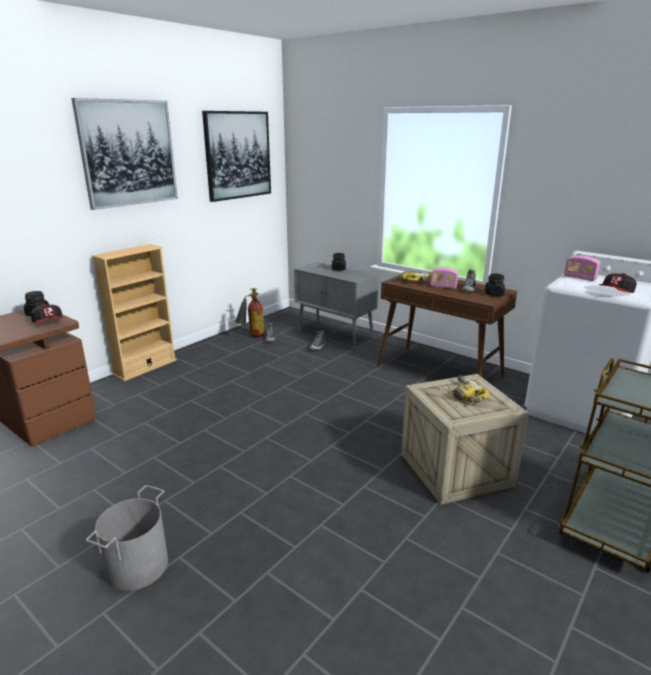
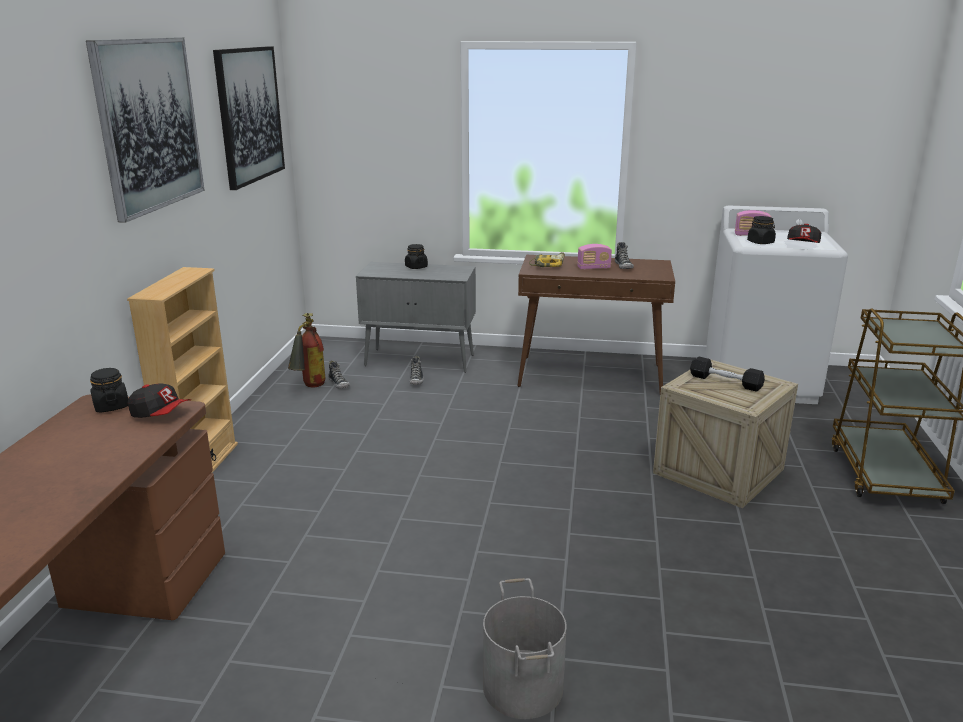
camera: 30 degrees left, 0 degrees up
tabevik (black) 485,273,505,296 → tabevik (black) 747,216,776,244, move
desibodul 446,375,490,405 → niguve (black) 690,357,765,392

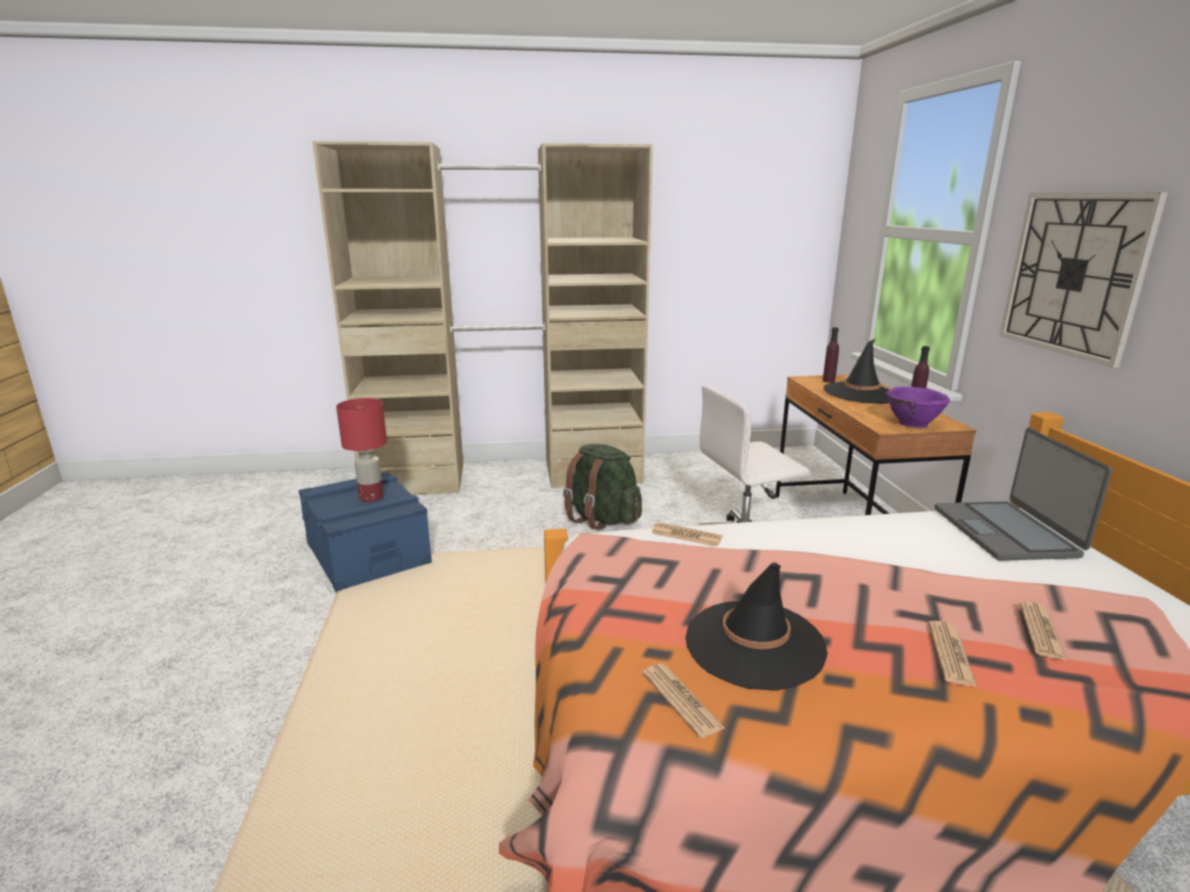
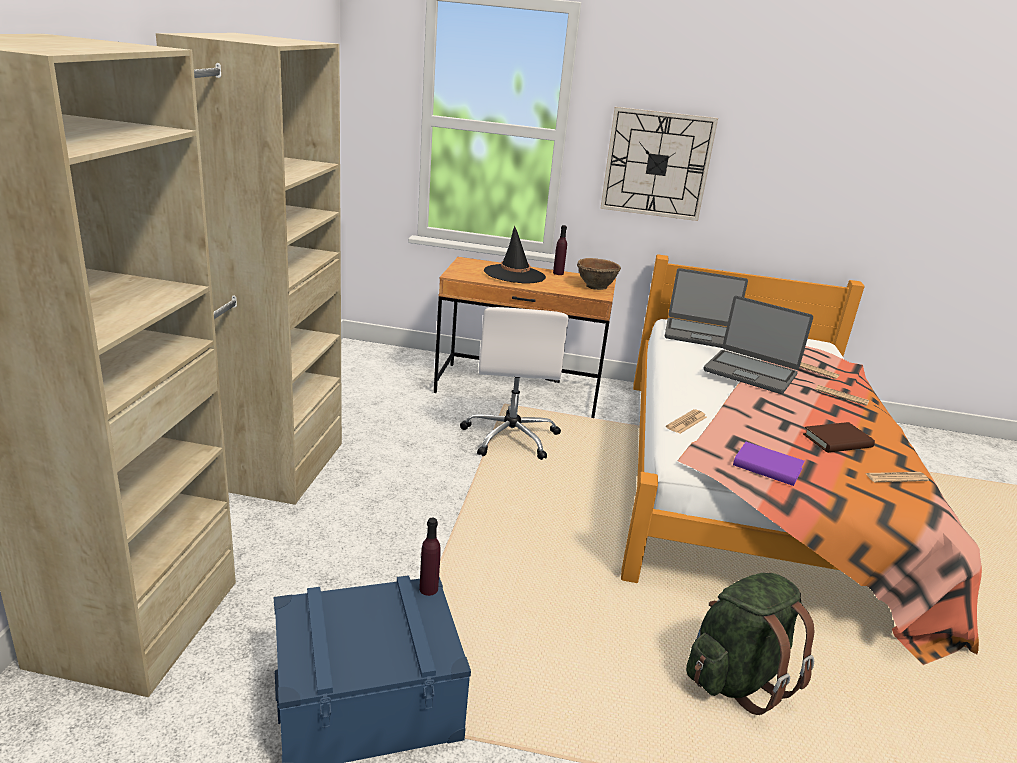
camera: 75 degrees left, 5 degrees up
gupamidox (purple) 823,327,839,383 → gupamidox (purple) 419,518,441,596, move
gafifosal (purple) 886,387,950,428 → gafifosal (brown) 577,258,621,290
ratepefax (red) 336,398,387,502 → -
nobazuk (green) 563,444,642,530 → nobazuk (green) 686,573,815,715, move
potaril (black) 685,563,828,690 → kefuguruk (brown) 803,422,875,453
- → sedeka 703,296,813,394
- → kefuguruk (purple) 733,442,805,486

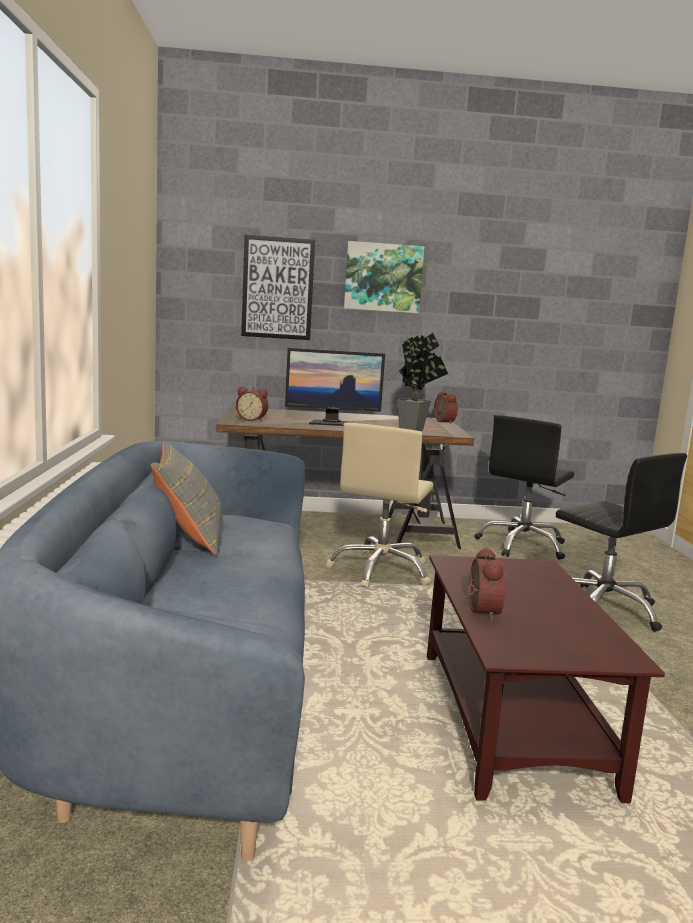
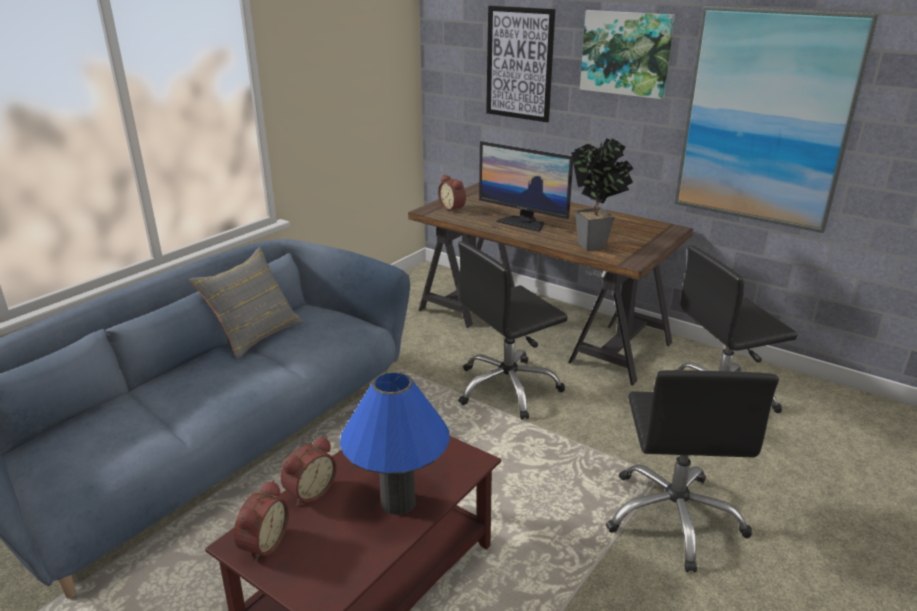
camera: 40 degrees right, 15 degrees up
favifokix 434,391,458,423 → favifokix 234,480,289,562, move
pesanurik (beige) 326,423,434,588 → pesanurik (black) 458,241,568,420
- → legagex 674,5,880,233
- → ratepefax (blue) 340,372,450,515

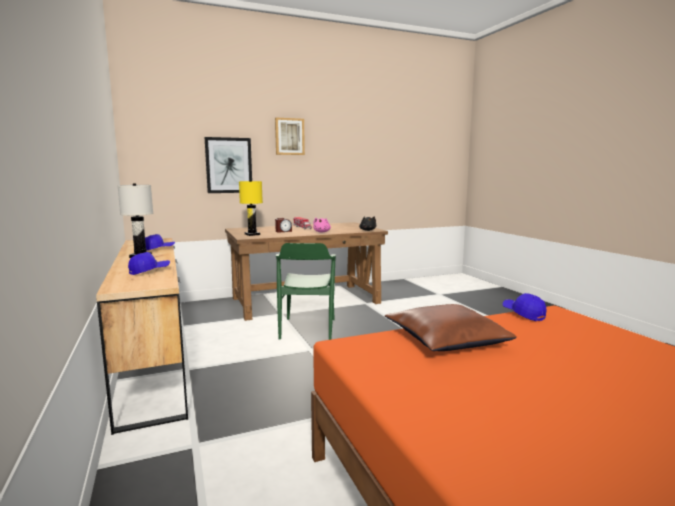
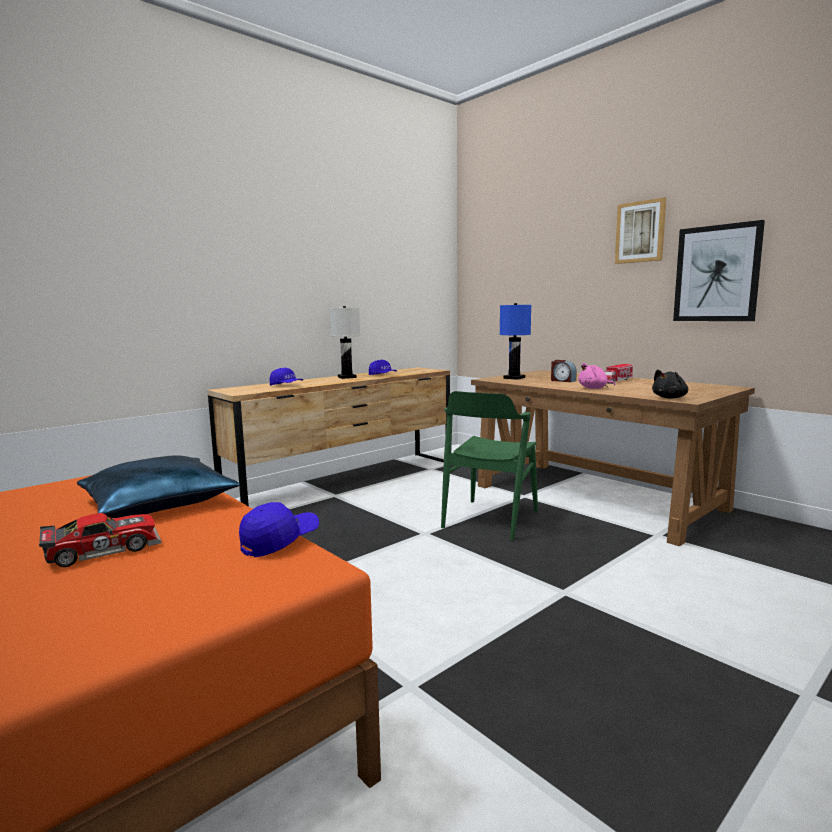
camera: 70 degrees right, 0 degrees up
legagex 205,137,252,193 → legagex 673,220,765,321, move
ratepefax (yellow) 239,180,263,236 → ratepefax (blue) 499,303,531,380
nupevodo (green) 276,243,336,340 → nupevodo (green) 441,391,538,541, 45 degrees counterclockwise
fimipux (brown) 385,304,517,351 → fimipux (blue) 77,455,240,518
- → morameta 39,513,162,567

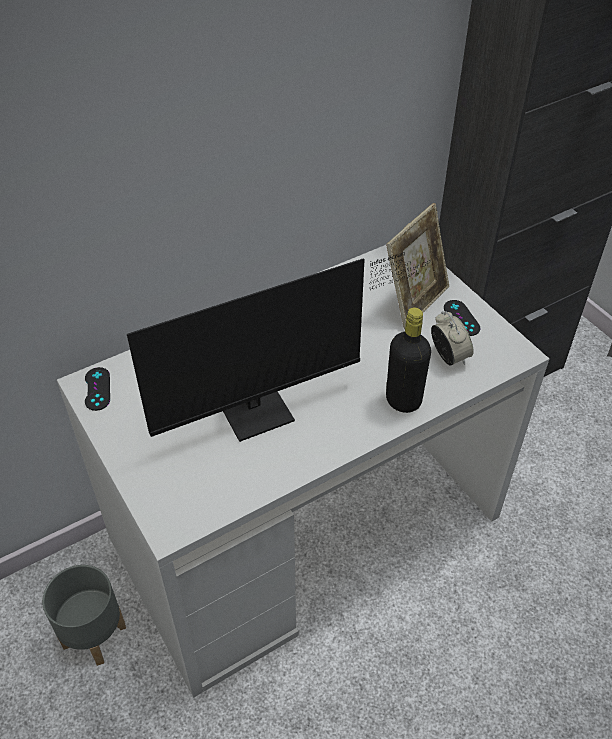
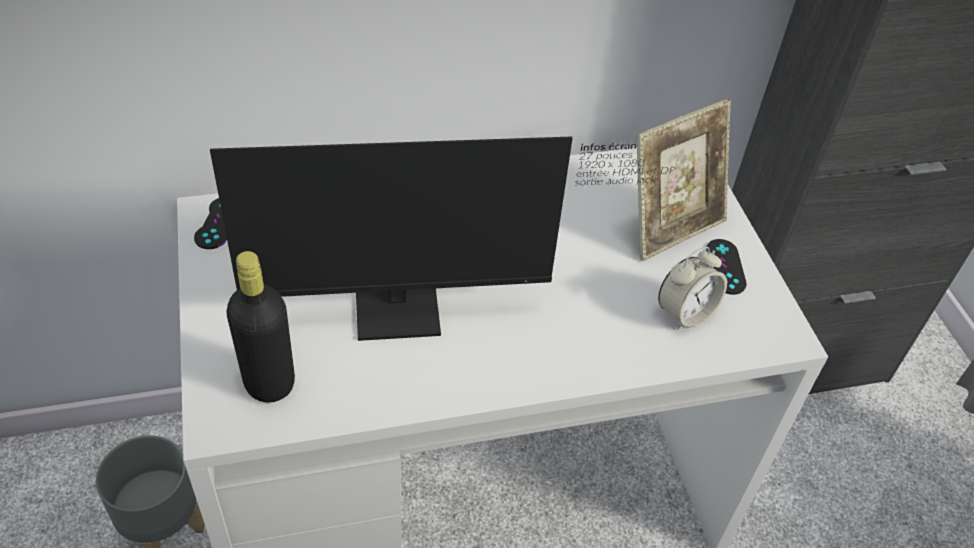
camera: 15 degrees right, 0 degrees up
gupamidox (black) 386,307,431,413 → gupamidox (black) 227,251,295,403, move
favifokix 431,311,474,366 → favifokix 658,247,727,330, 60 degrees clockwise

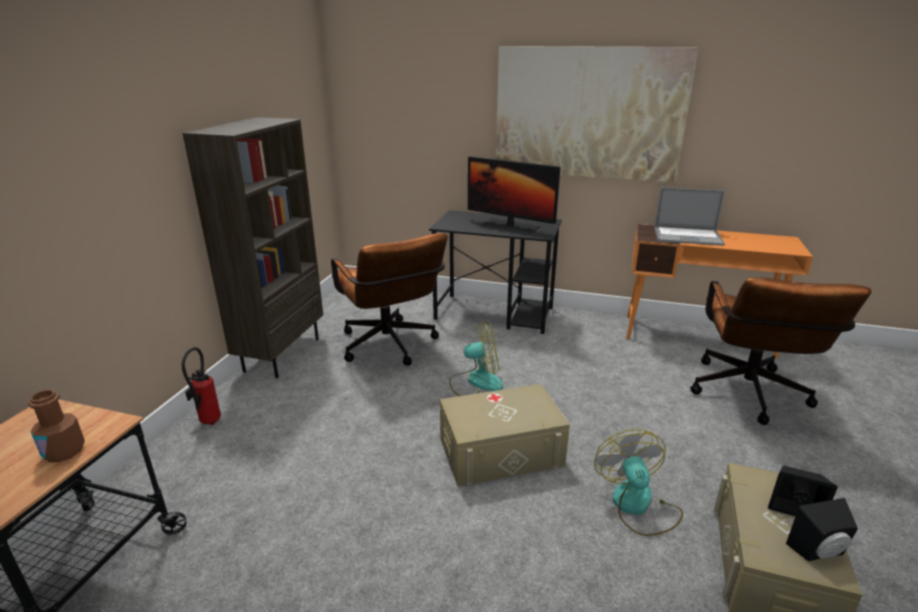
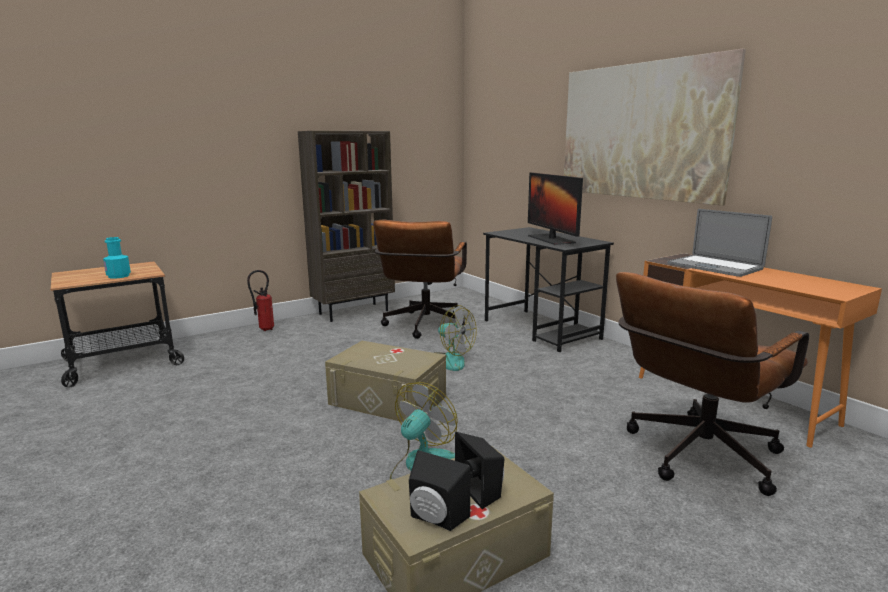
camera: 40 degrees right, 10 degrees down
gupamidox (brown) 28,390,85,462 → gupamidox (turquoise) 103,237,131,279

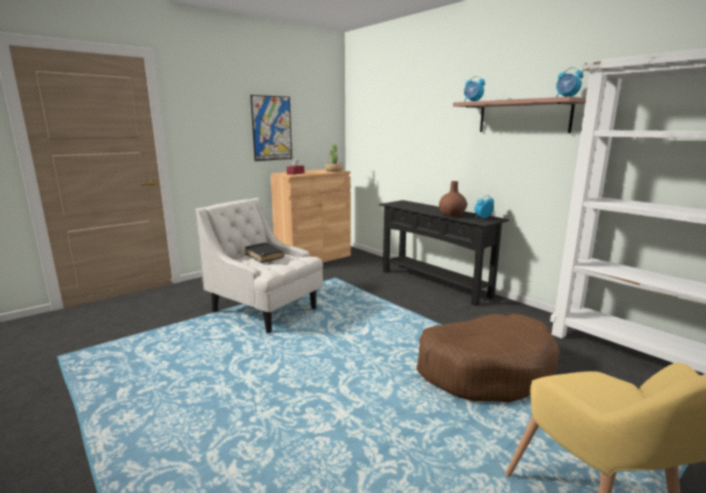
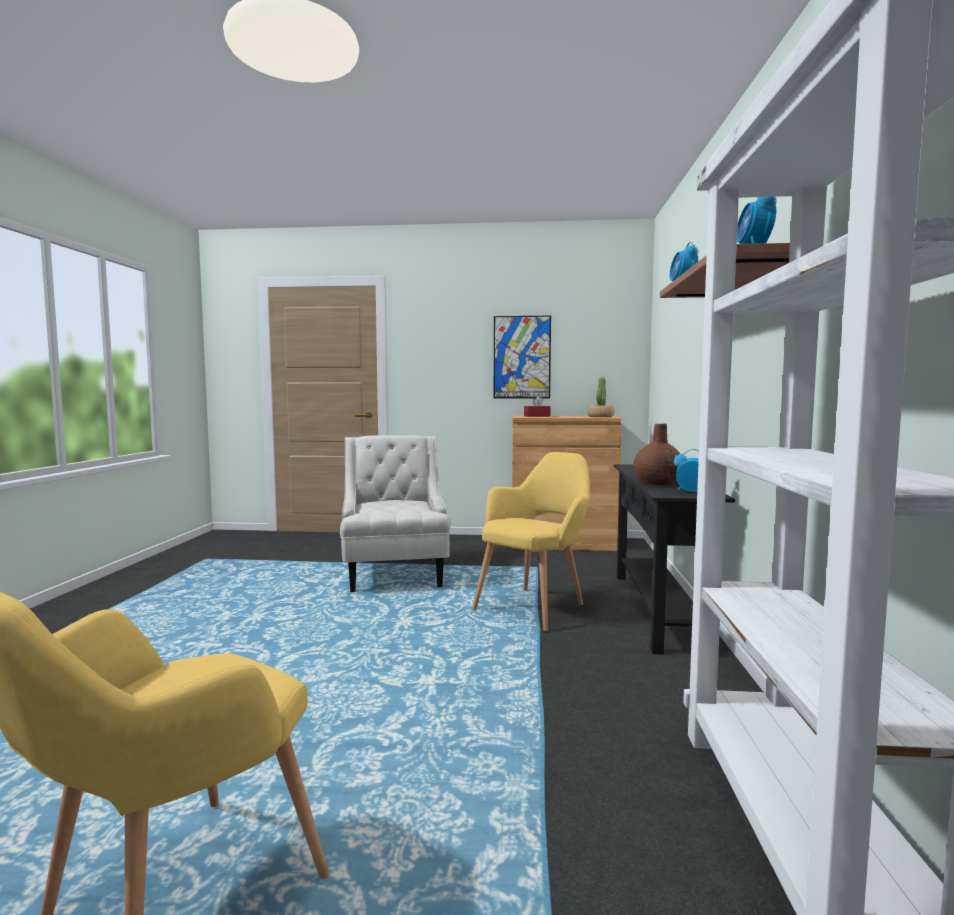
camera: 45 degrees right, 10 degrees down
kefuguruk (black) 245,243,284,263 → -
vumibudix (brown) 416,314,560,402 → -
- → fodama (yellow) 472,452,590,632

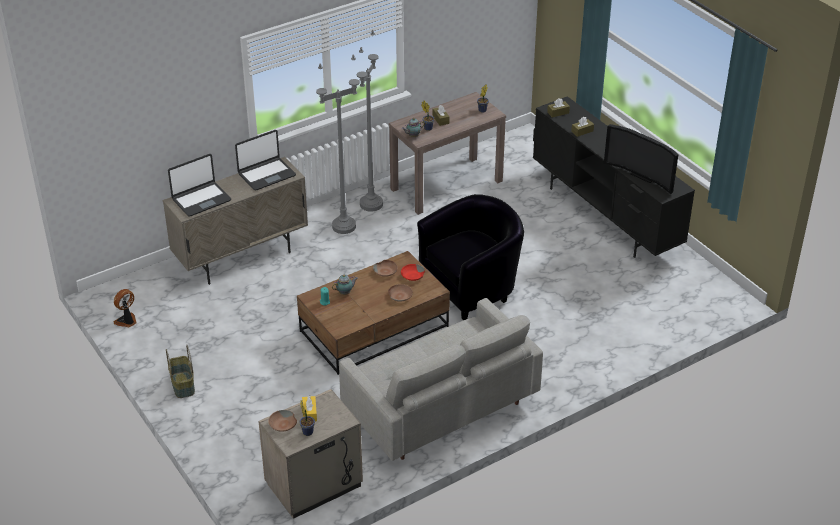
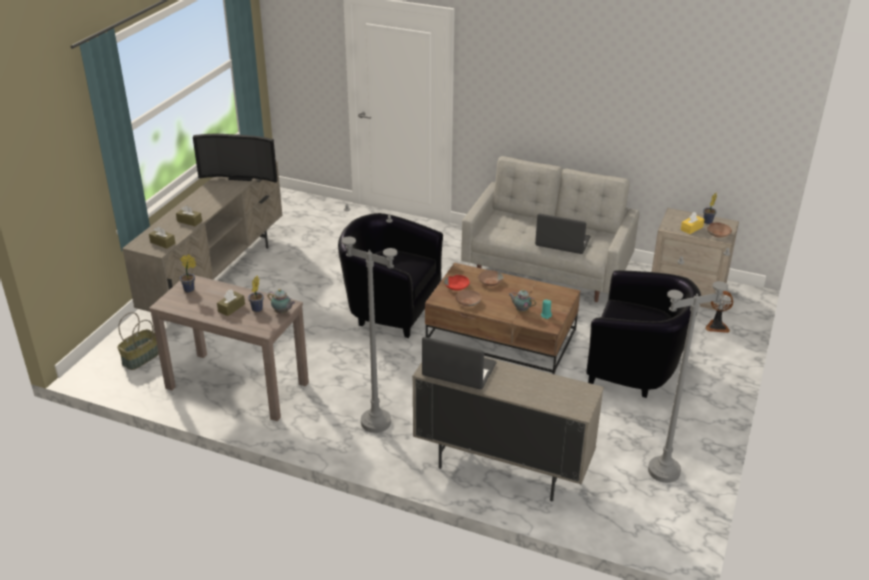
camera: 125 degrees left, 5 degrees down
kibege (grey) 357,30,383,212 → kibege (grey) 648,248,730,483, move
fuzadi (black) 533,96,695,258 → fuzadi (beige) 122,161,283,312
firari 604,124,678,194 → firari 193,133,277,183, 90 degrees clockwise
sedeka 168,154,231,217 → sedeka 535,214,591,254, move
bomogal 114,289,137,327 → bomogal 705,291,733,333, move
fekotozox 166,345,195,398 → fekotozox 117,312,159,370, move
- → fodama (black) 586,270,701,398

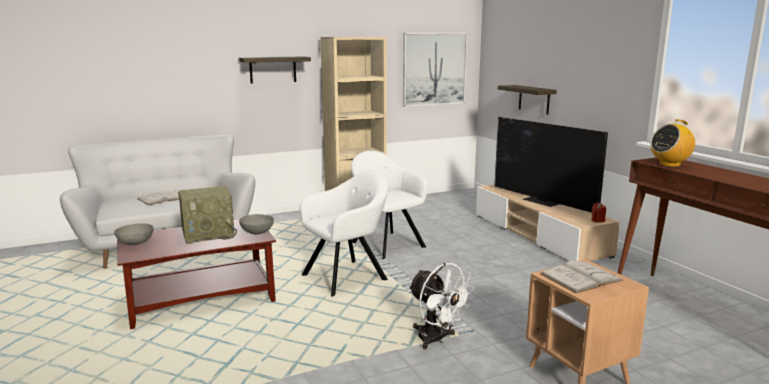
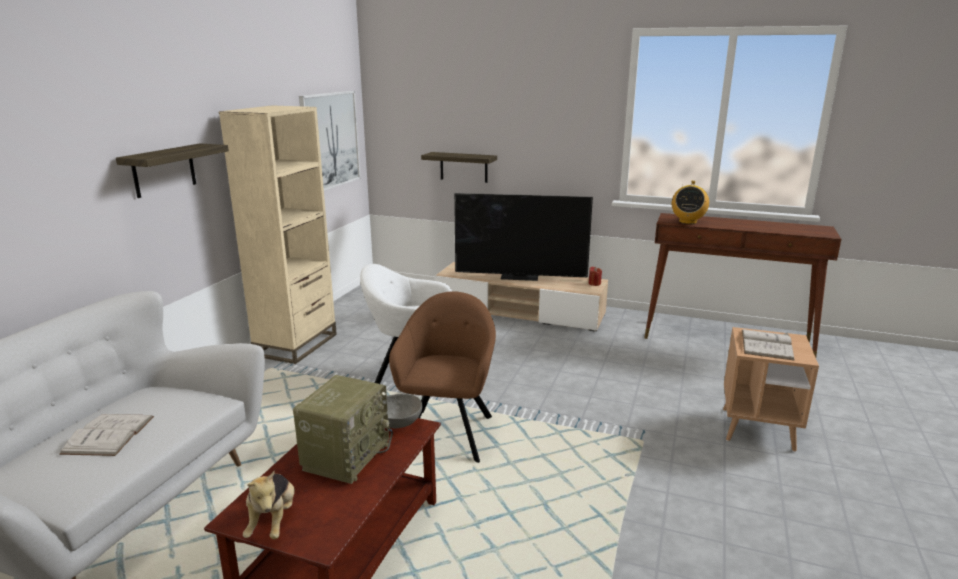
camera: 45 degrees left, 5 degrees up
fodama (white) 300,170,388,296 → fodama (brown) 389,291,496,463
gafifosal (grey) 114,223,154,245 → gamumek 243,471,295,539
bomogal (white) 408,263,475,349 → -

